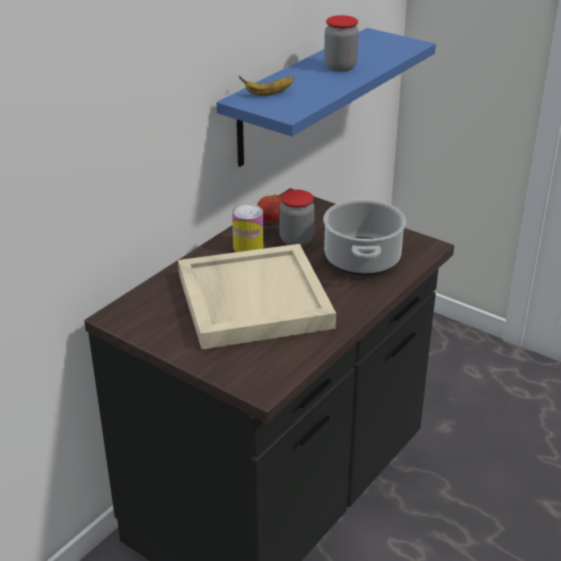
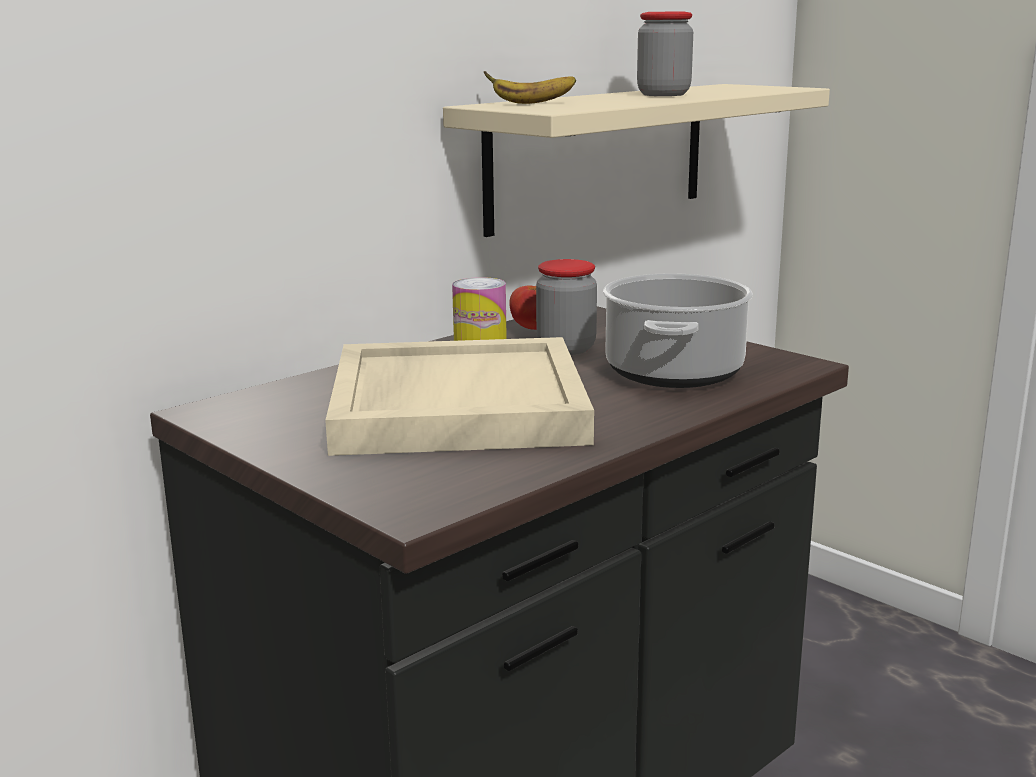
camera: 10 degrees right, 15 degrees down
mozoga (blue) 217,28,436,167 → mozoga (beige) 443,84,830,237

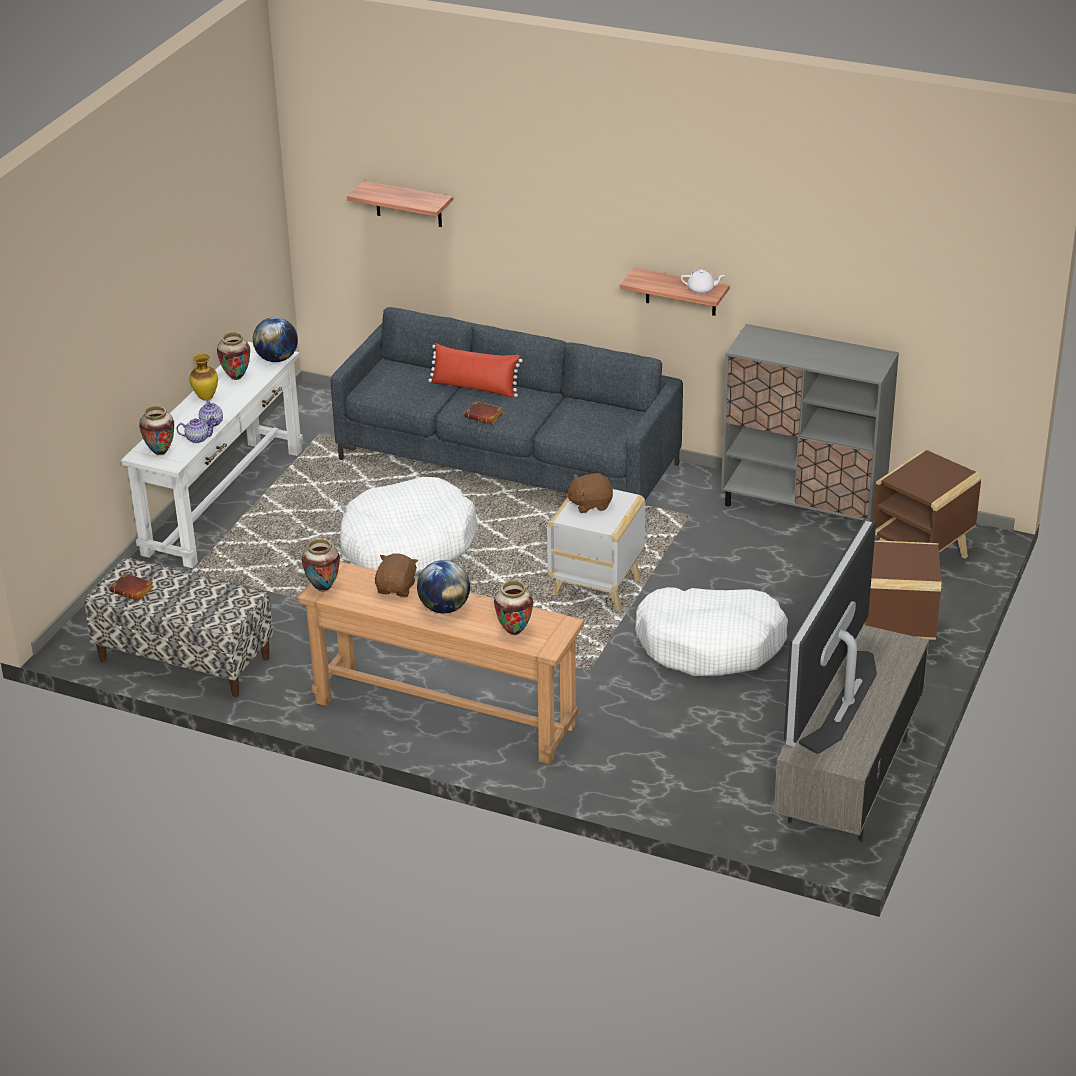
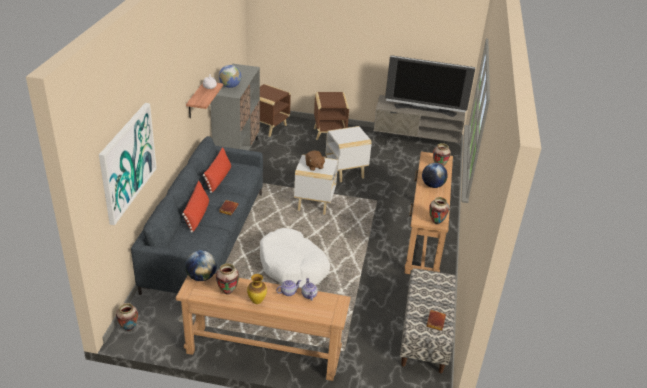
camera: 105 degrees left, 0 degrees up
mozoga 347,181,453,227 → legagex 99,103,157,225
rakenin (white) 121,341,303,568 → rakenin (brown) 176,273,351,381
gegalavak 139,406,174,455 → gegalavak 116,303,138,331, move
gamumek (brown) 375,553,418,597 → -
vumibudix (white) 635,587,788,676 → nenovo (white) 326,126,372,183
- → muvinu 219,65,242,88
- → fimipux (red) 203,147,231,193

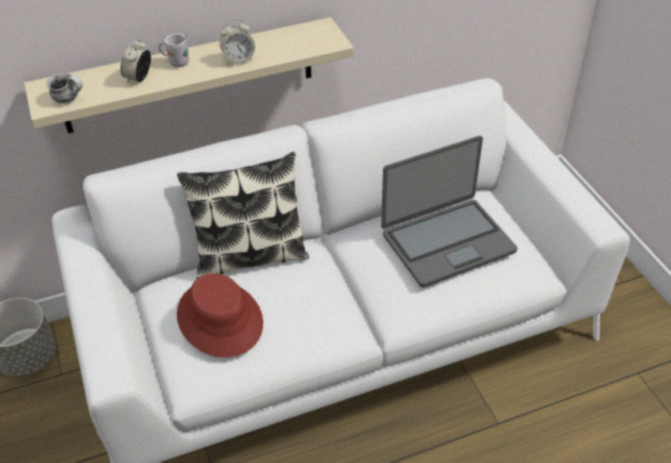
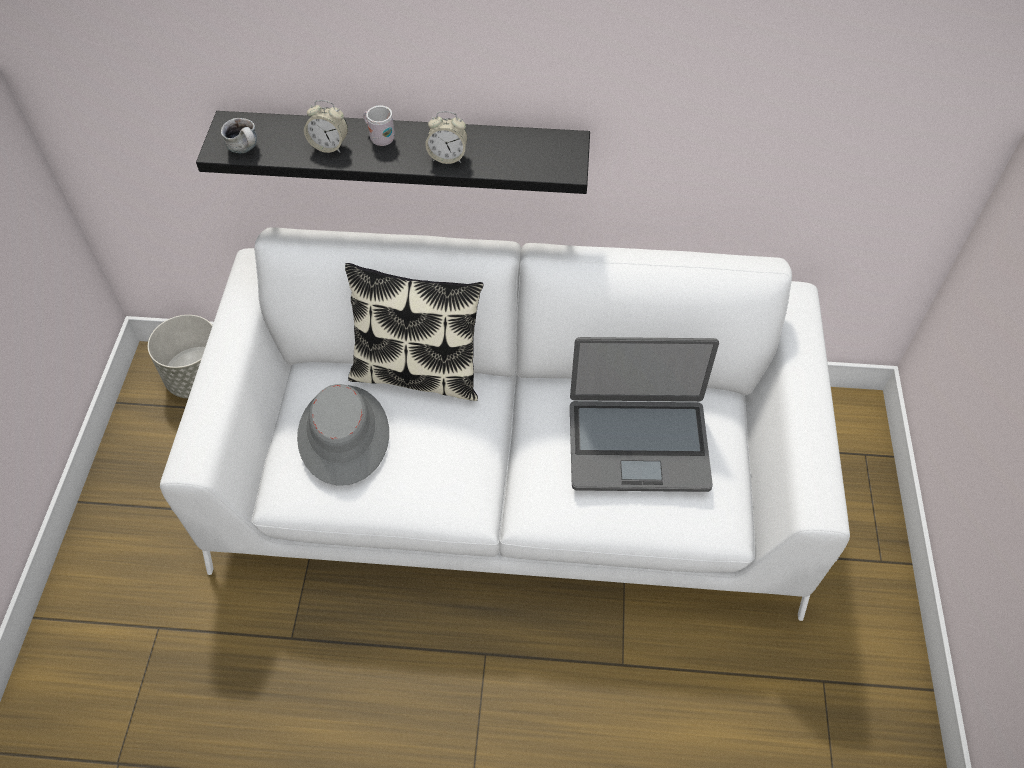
camera: 25 degrees right, 10 degrees up
mozoga (beige) 24,17,354,134 → mozoga (black) 196,111,590,194
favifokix 120,38,151,84 → favifokix 304,100,348,153, 120 degrees counterclockwise
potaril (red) 177,273,263,357 → potaril (grey) 297,384,389,485

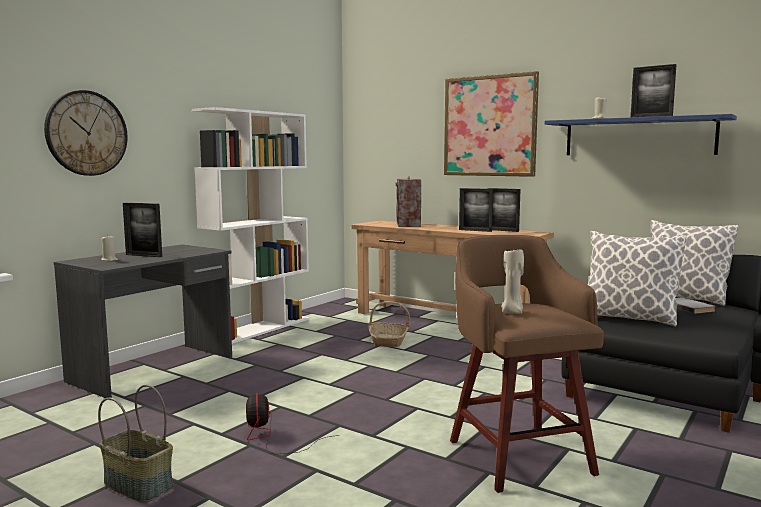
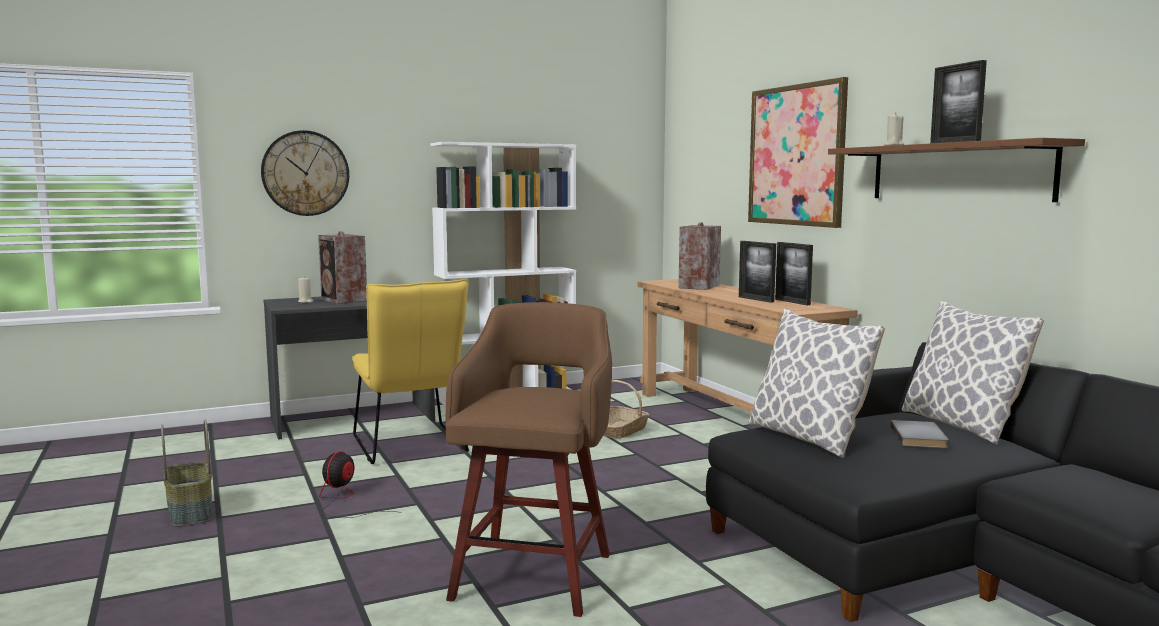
camera: 30 degrees right, 0 degrees up
mozoga (blue) 545,114,737,155 → mozoga (brown) 828,138,1085,202
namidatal 123,203,162,257 → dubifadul 318,231,367,304
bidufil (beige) 501,249,524,314 → -
- → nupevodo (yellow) 352,279,469,464

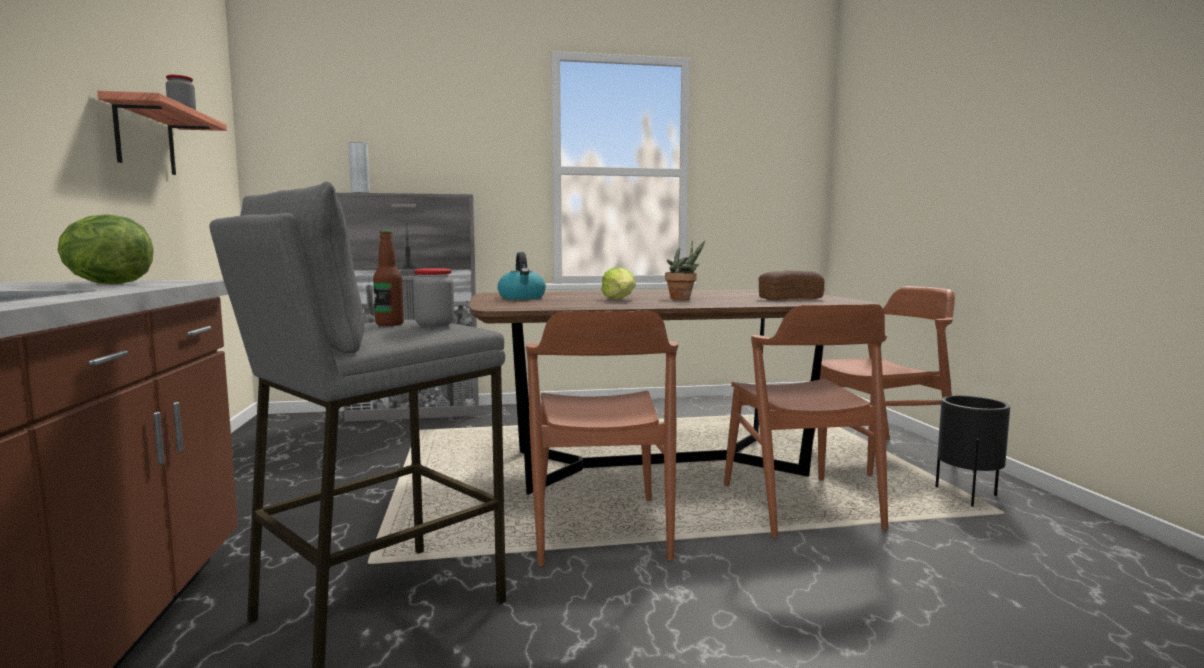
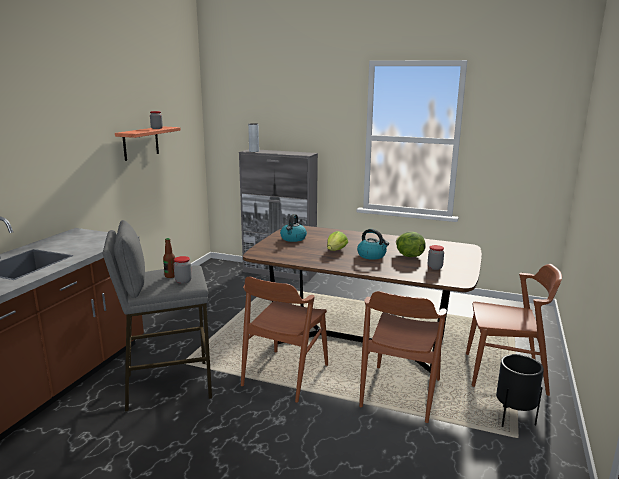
camera: 30 degrees right, 10 degrees up
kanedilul 58,214,154,284 → kanedilul 396,232,426,257, move
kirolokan 665,240,705,300 → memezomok 357,229,389,260
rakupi 759,270,824,300 → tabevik 428,245,444,270

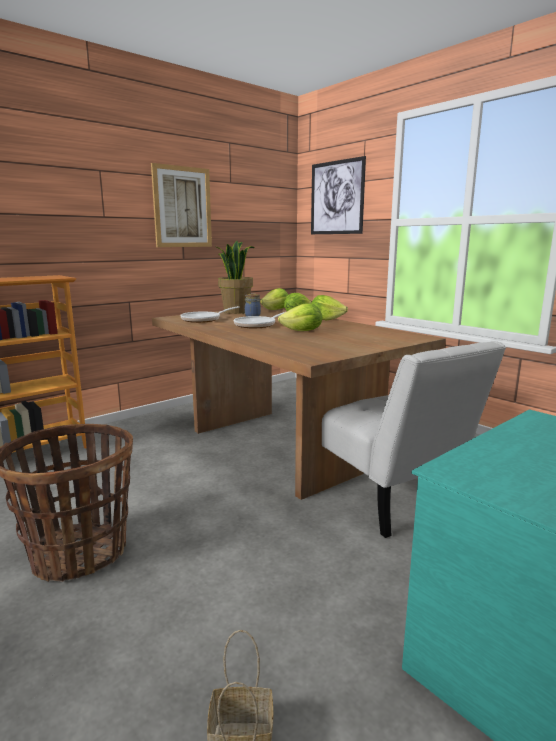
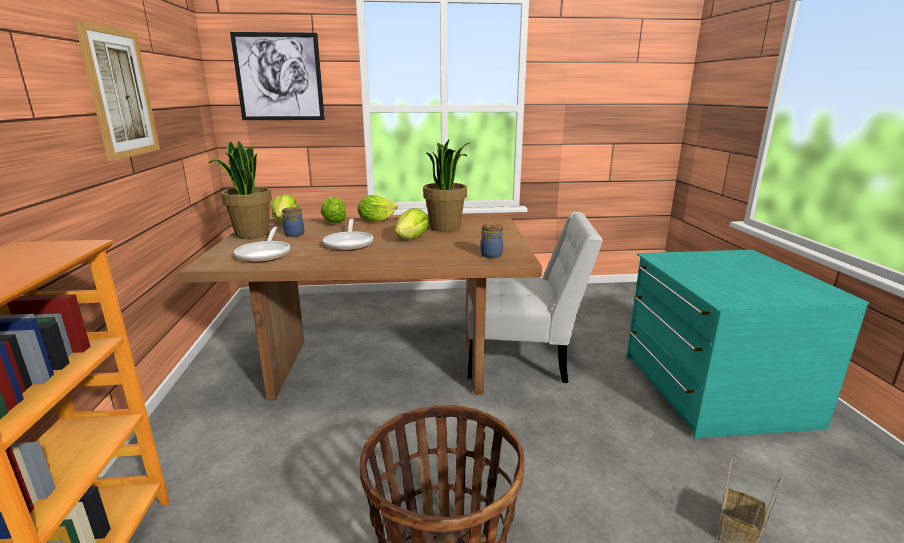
camera: 55 degrees left, 5 degrees up
- → kirolokan 423,140,470,232
- → tabevik 480,224,503,258

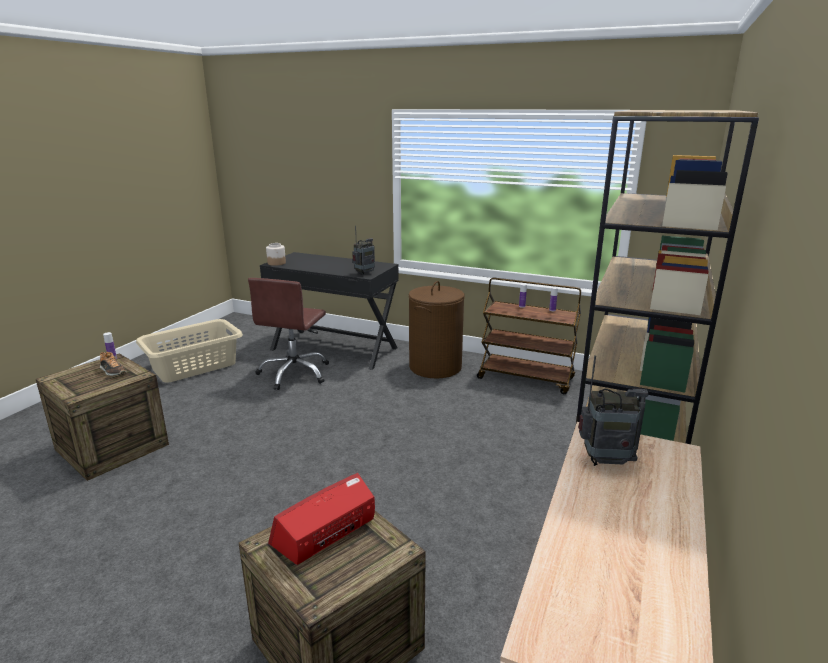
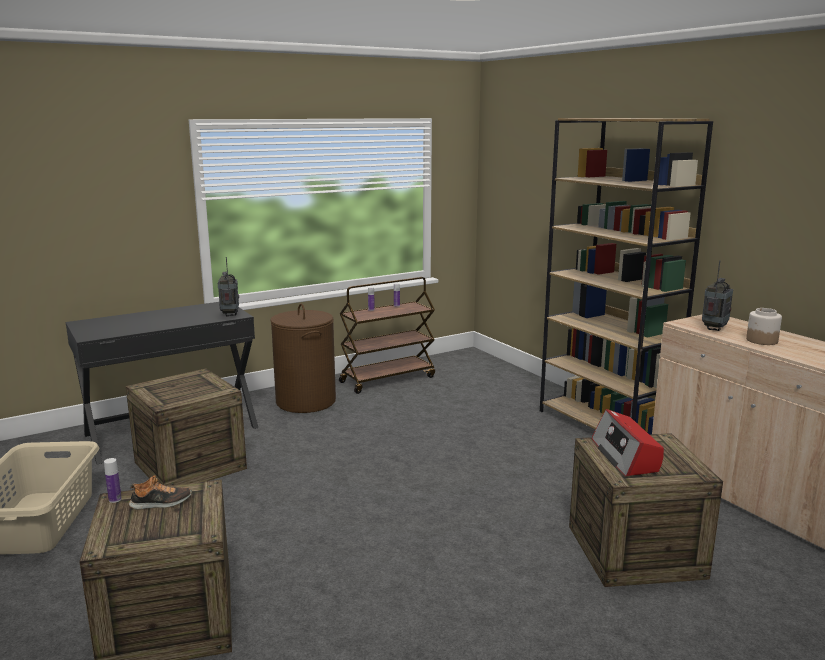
camera: 55 degrees left, 5 degrees down
tabevik 266,243,286,266 → tabevik 746,308,782,345, move
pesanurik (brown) 248,278,329,390 → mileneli 126,368,247,486

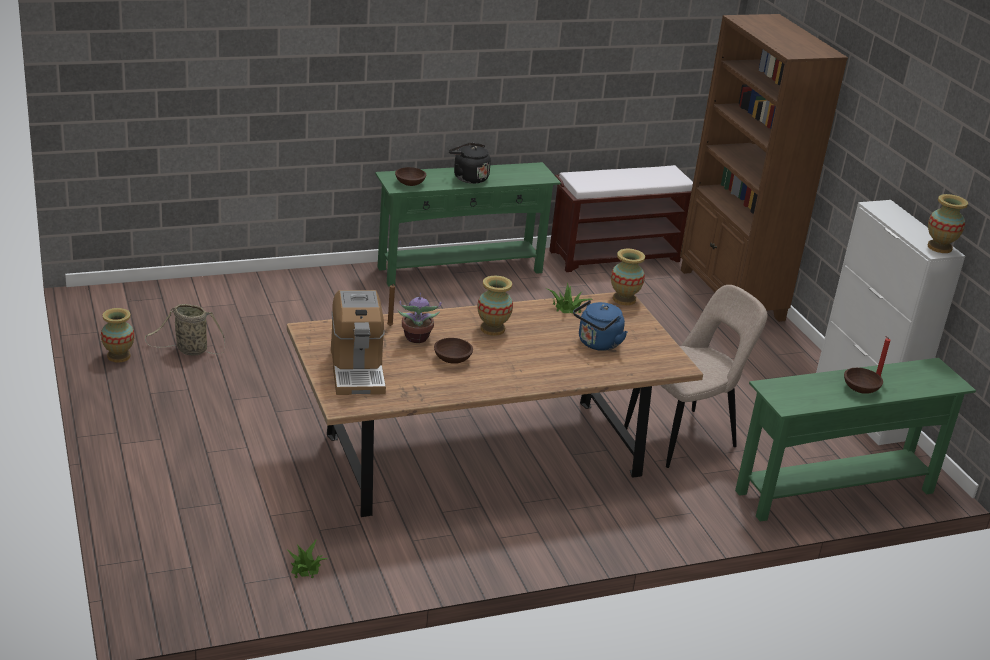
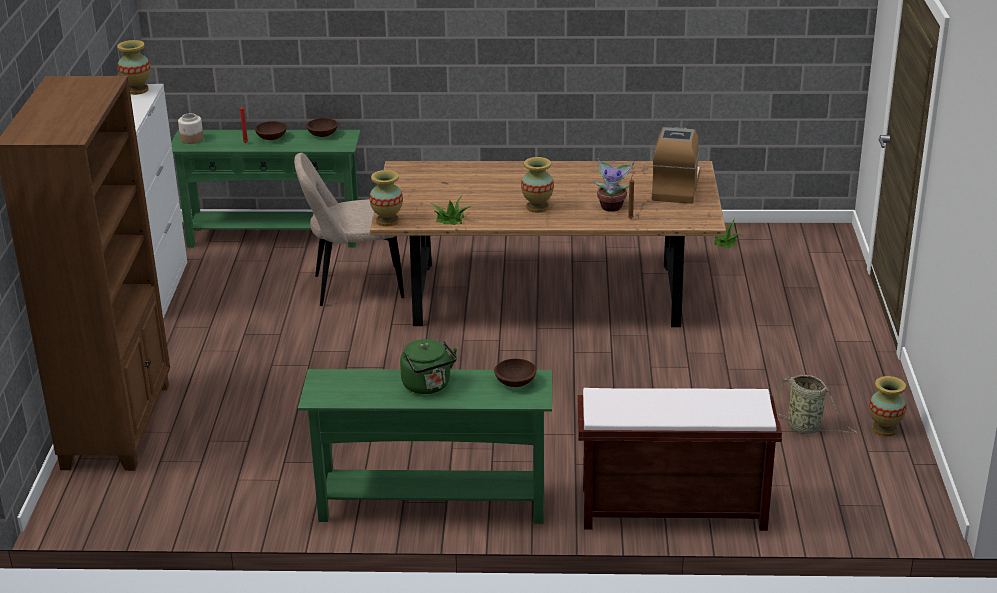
camera: 155 degrees left, 0 degrees up
memezomok (black) 448,143,491,184 → memezomok (green) 400,339,457,394
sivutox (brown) 549,165,693,272 → sivutox (brown) 578,388,782,531, move
memezomok (blue) 573,300,627,351 → -
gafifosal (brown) 434,338,473,364 → gafifosal (brown) 306,118,338,137, move
- → tabevik 178,113,204,144

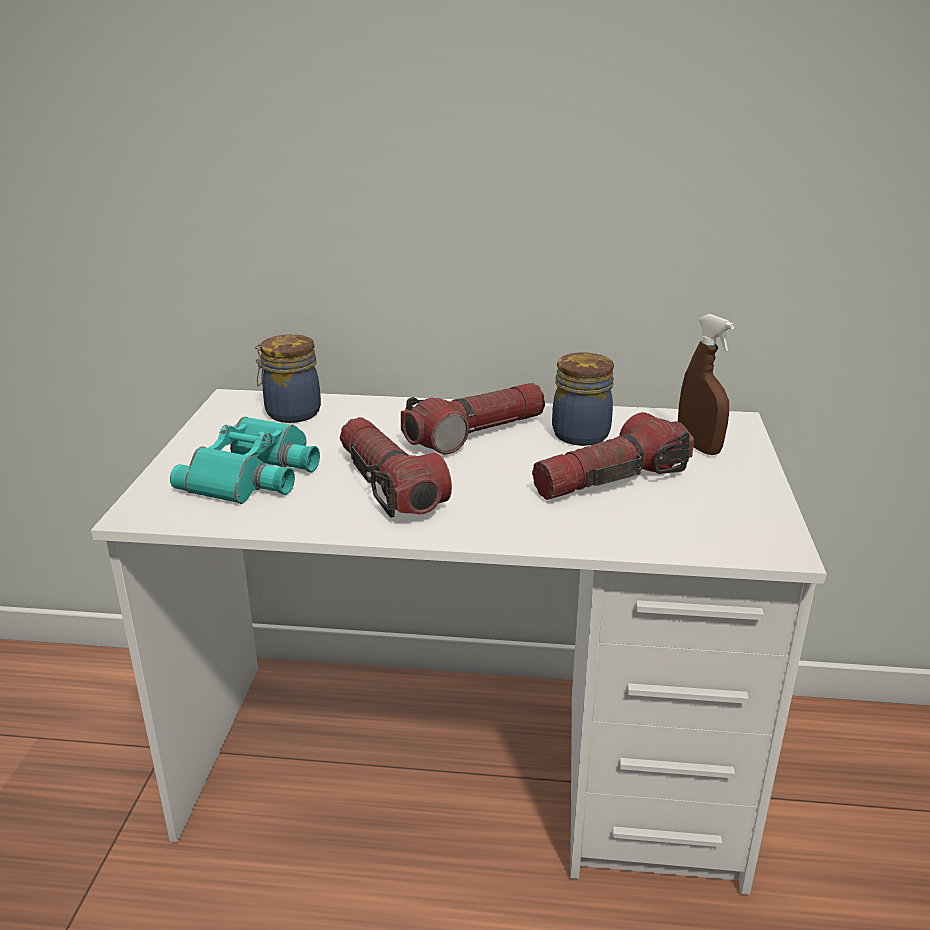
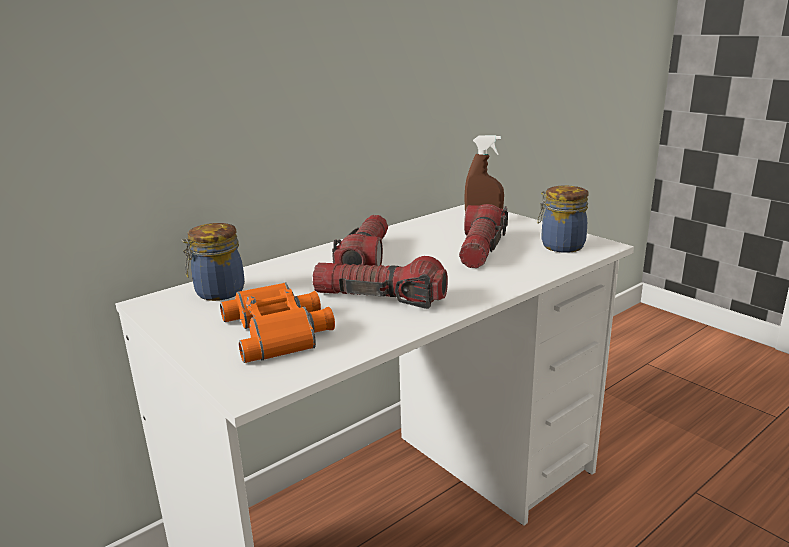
camera: 45 degrees left, 5 degrees down
tabevik 552,352,614,446 → tabevik 538,186,589,253, move
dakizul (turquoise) 170,417,320,504 → dakizul (orange) 220,282,335,363

